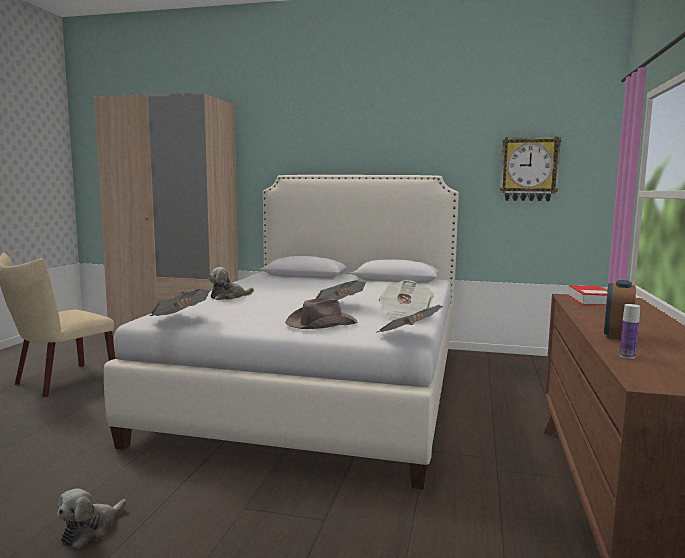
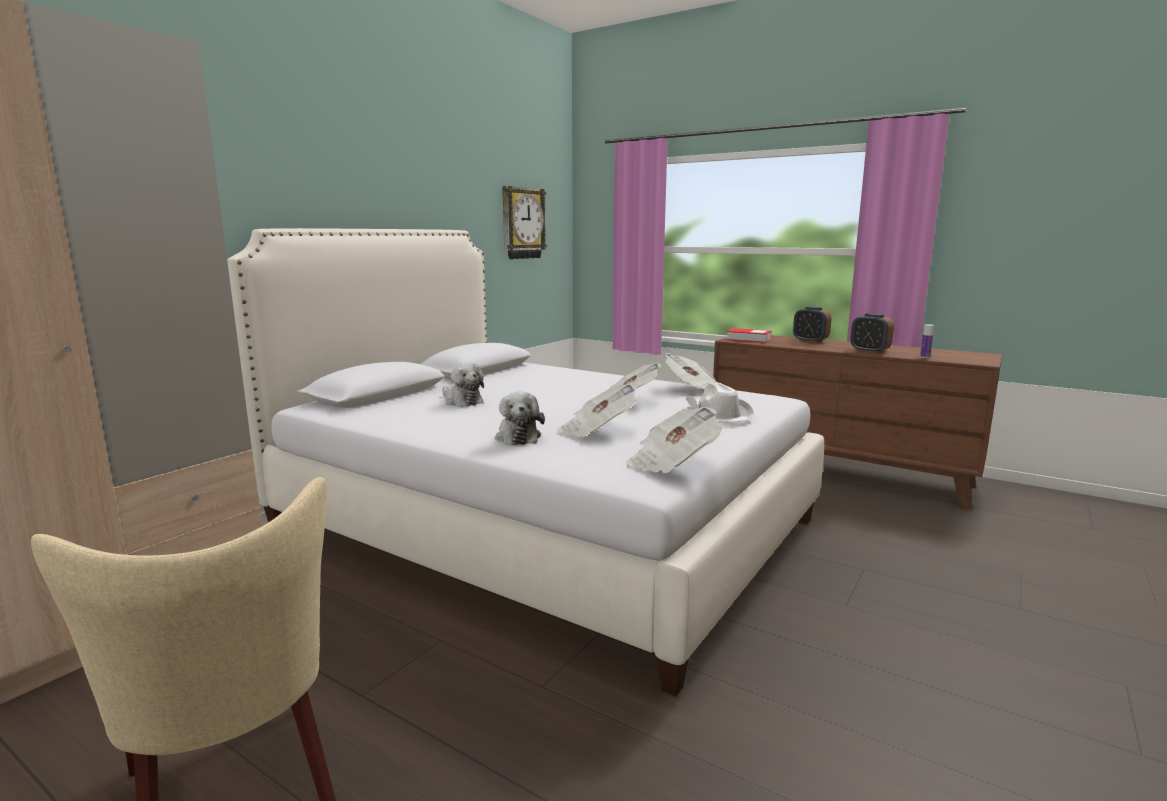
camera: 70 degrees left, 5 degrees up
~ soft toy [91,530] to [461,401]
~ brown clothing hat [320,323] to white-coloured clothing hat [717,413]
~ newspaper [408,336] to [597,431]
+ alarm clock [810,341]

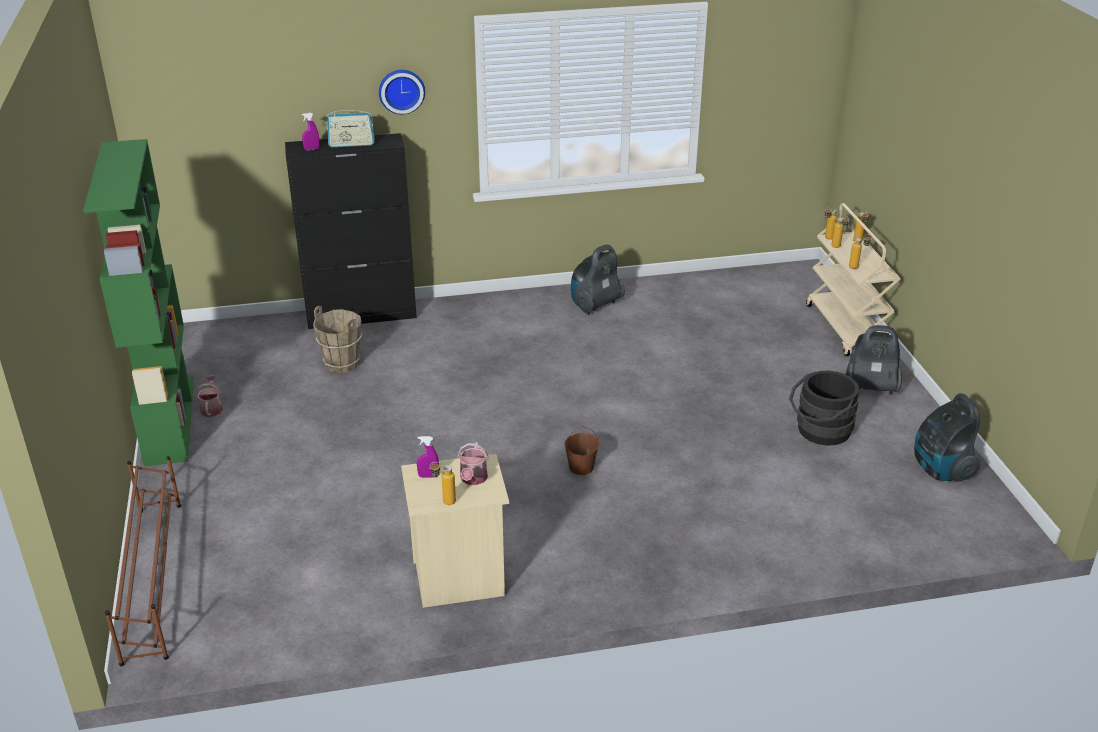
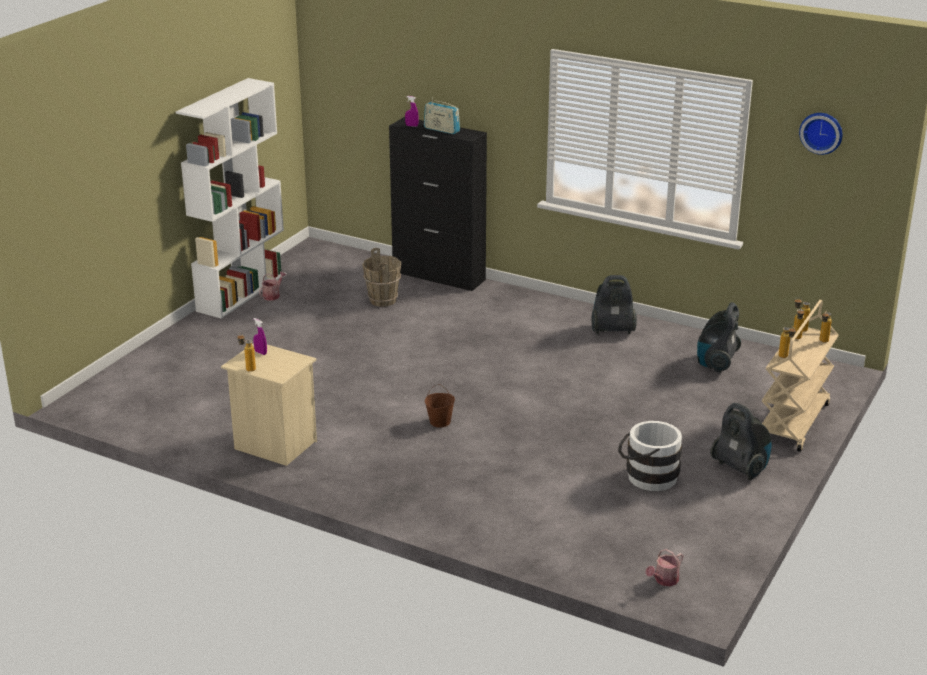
camera: 40 degrees right, 5 degrees down
~ green-coloured bookcase [169,419] to white-coloured bookcase [242,292]
- brown shoe stand [153,578]
~ wall clock [401,90] to [821,132]
~ watering can [473,479] to [664,580]
~ black-coloured bucket [819,431] to white-coloured bucket [647,477]
~ hoover [940,470] to [716,363]

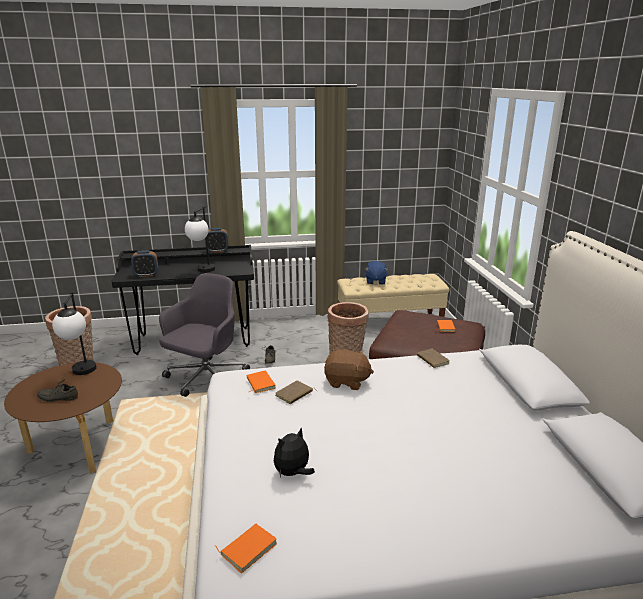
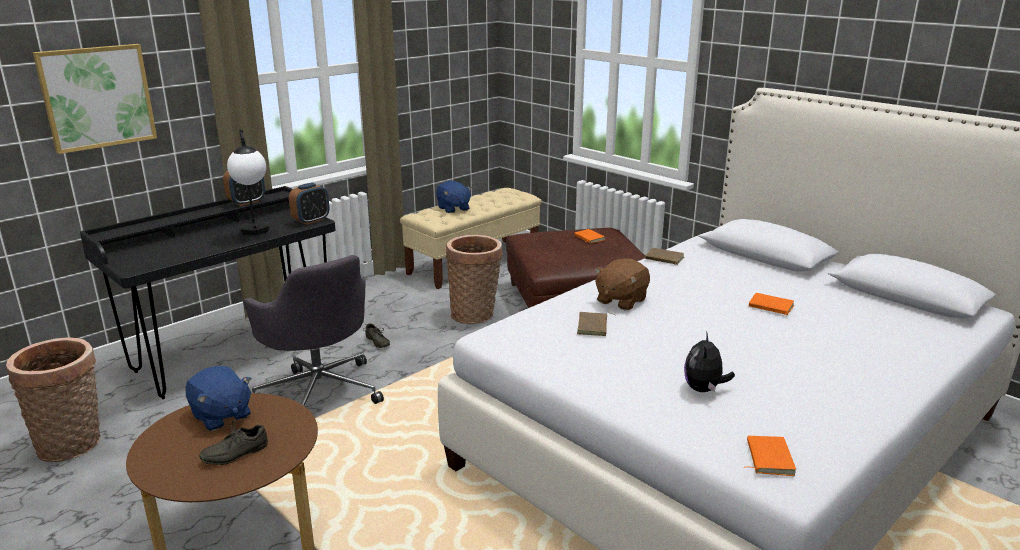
camera: 35 degrees left, 0 degrees up
~ lamp for a table [82,374] to blue-coloured soft toy [221,416]
~ alarm clock [146,275] to [311,220]
~ gray computer chair [206,379] = [320,391] 150 degrees clockwise
~ orange bound book [259,383] to [770,307]
~ brown soft toy [347,382] = [620,300] 150 degrees clockwise
+ wall art [97,97]

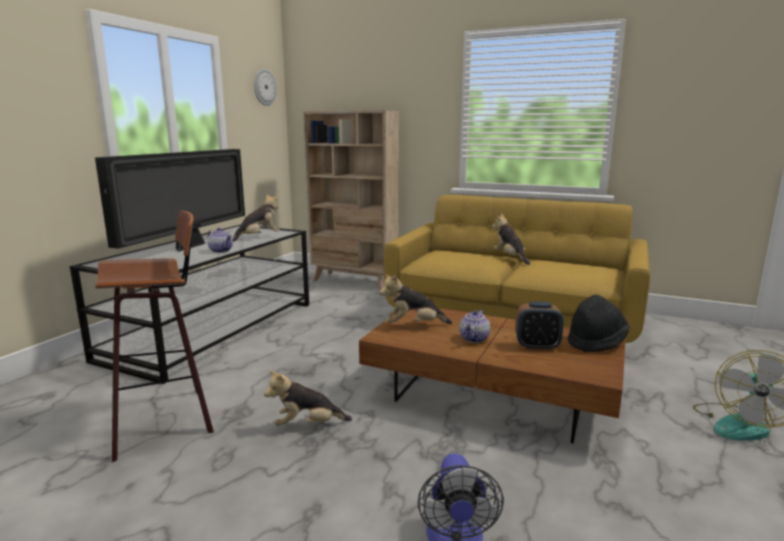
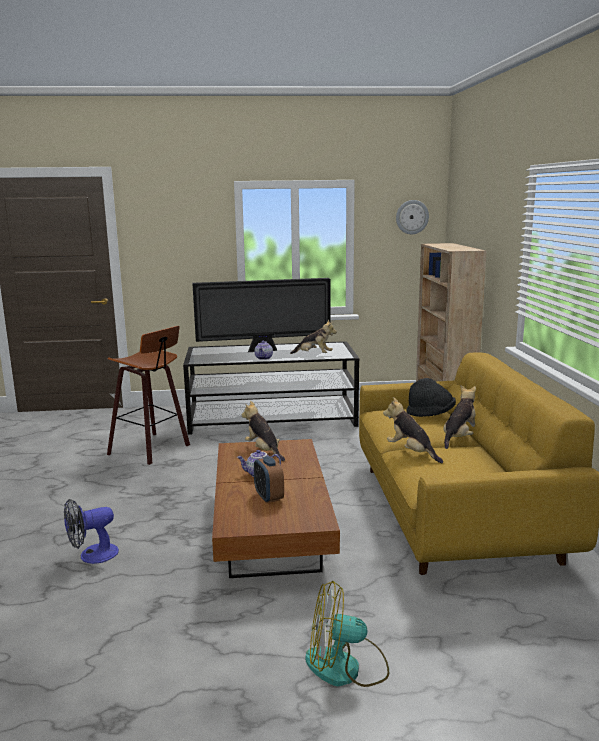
camera: 60 degrees right, 0 degrees up
~ soft toy [307,425] to [411,452]
~ black-coloured clothing hat [596,342] to [431,415]

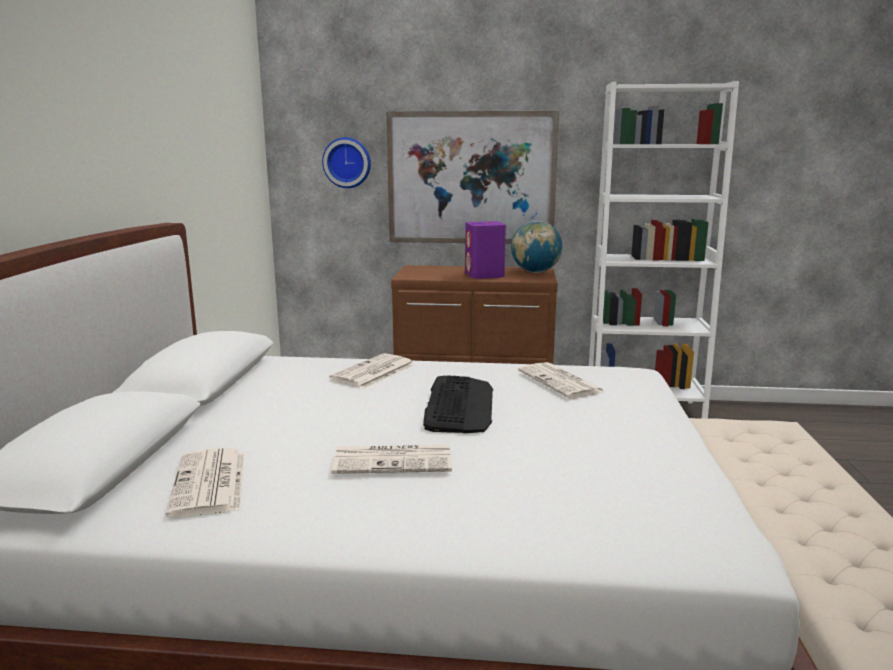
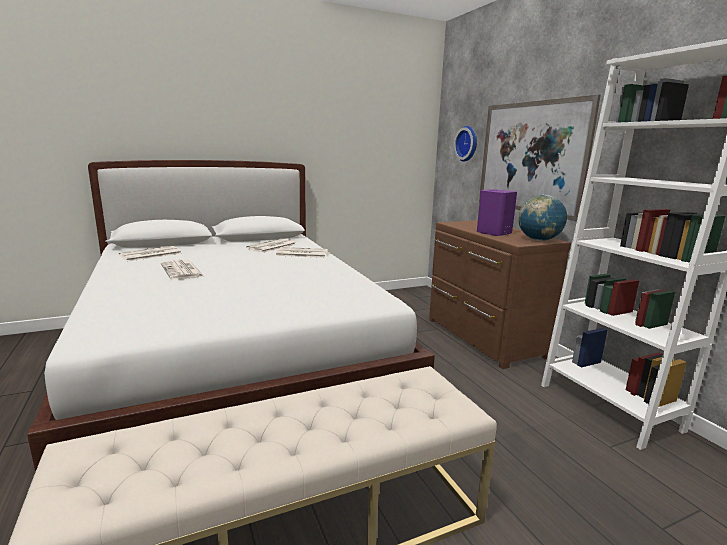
camera: 60 degrees right, 0 degrees up
- keyboard [459,405]
~ newspaper [561,382] to [272,246]

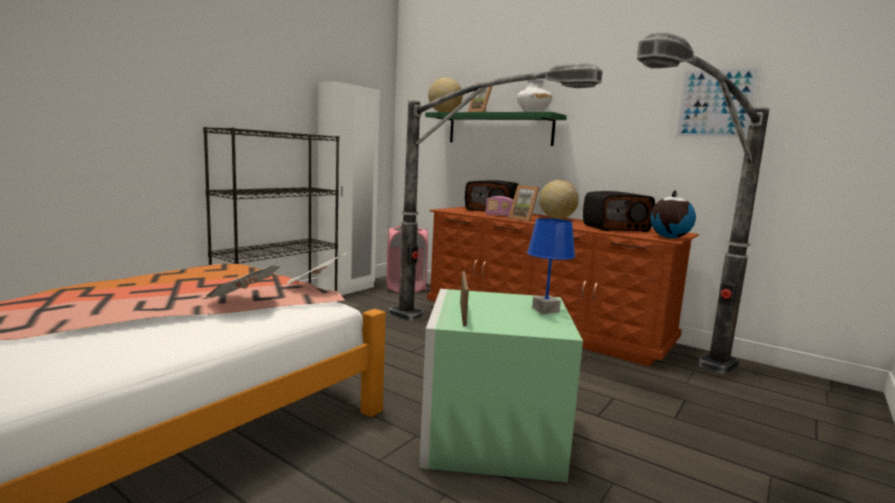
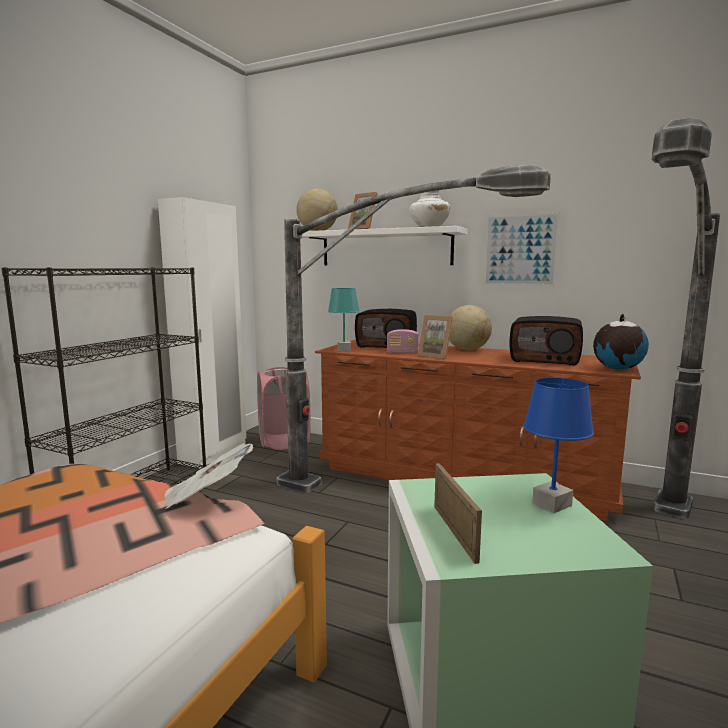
camera: 10 degrees left, 0 degrees up
- newspaper [242,301]
~ green-coloured wall shelf [499,129] to white-coloured wall shelf [385,248]
~ radio set [615,228] = [545,359] 45 degrees clockwise
~ wall art [715,103] to [520,250]
+ turquoise lamp for a table [344,350]

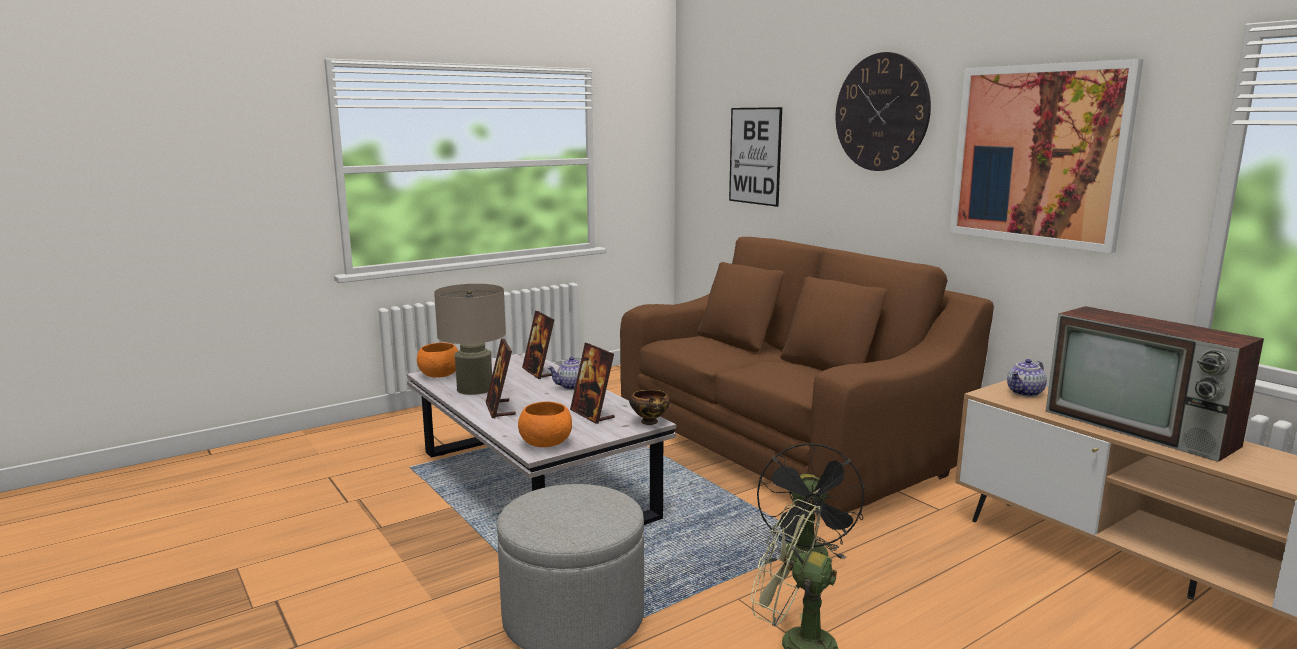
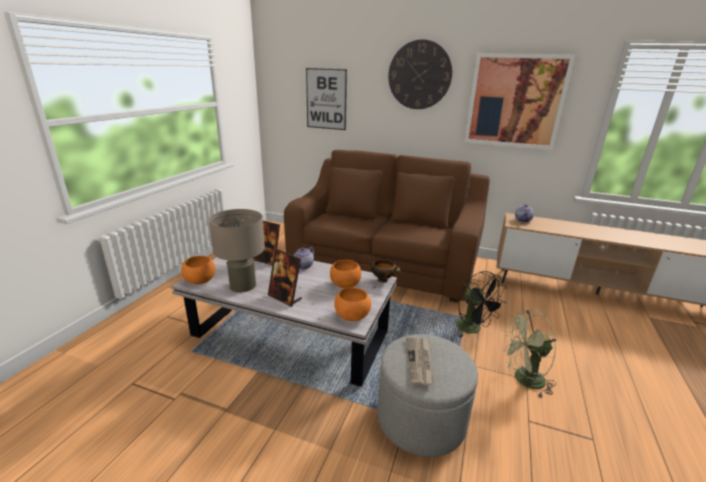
camera: 35 degrees left, 10 degrees up
~ picture frame [592,414] to orange deep dish [345,284]
- TV [1142,429]
+ newspaper [420,361]

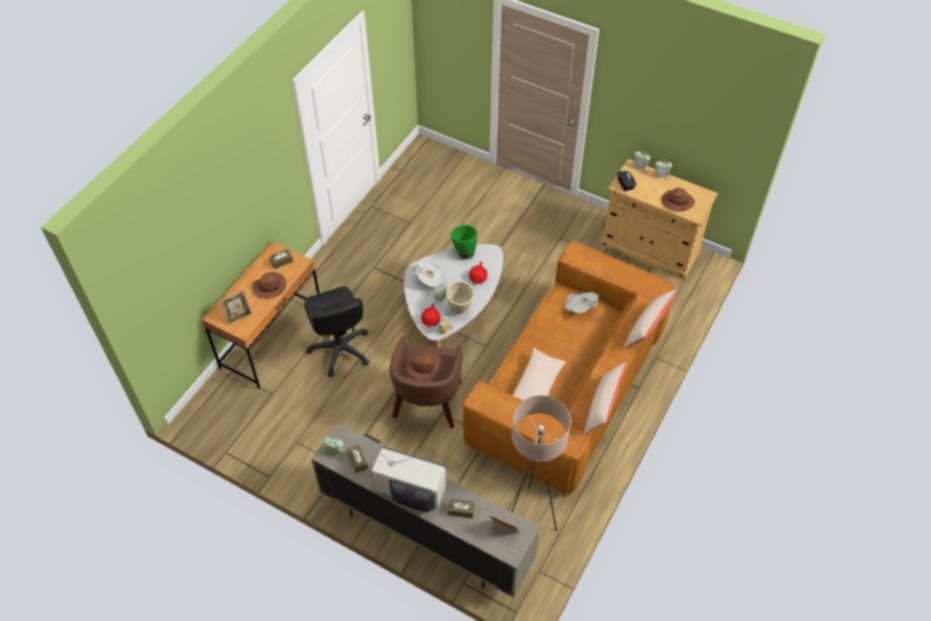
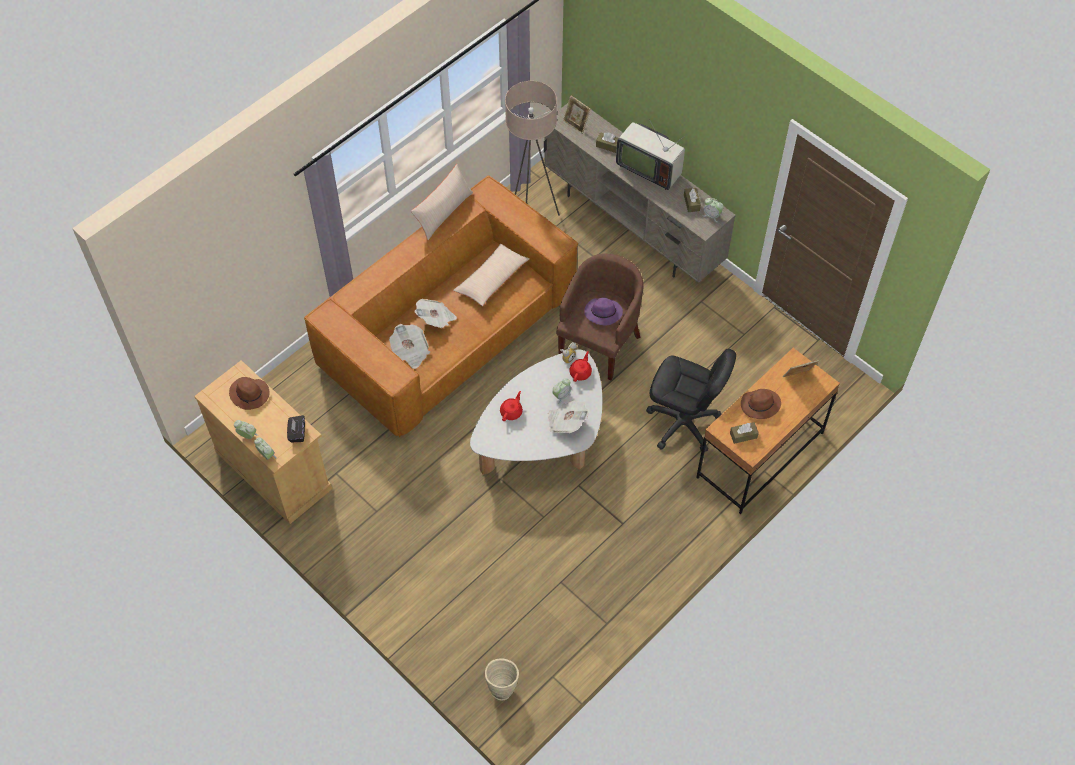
camera: 165 degrees left, 5 degrees up
~ black-coloured computer chair [340,350] = [683,423] 120 degrees clockwise
~ brown clothing hat [424,367] to purplish clothing hat [602,313]
~ beige-coloured decorative vase [460,311] to [502,686]
- green-coloured decorative vase [463,253]
- beige-coloured cushion [647,328]
+ newspaper [436,319]

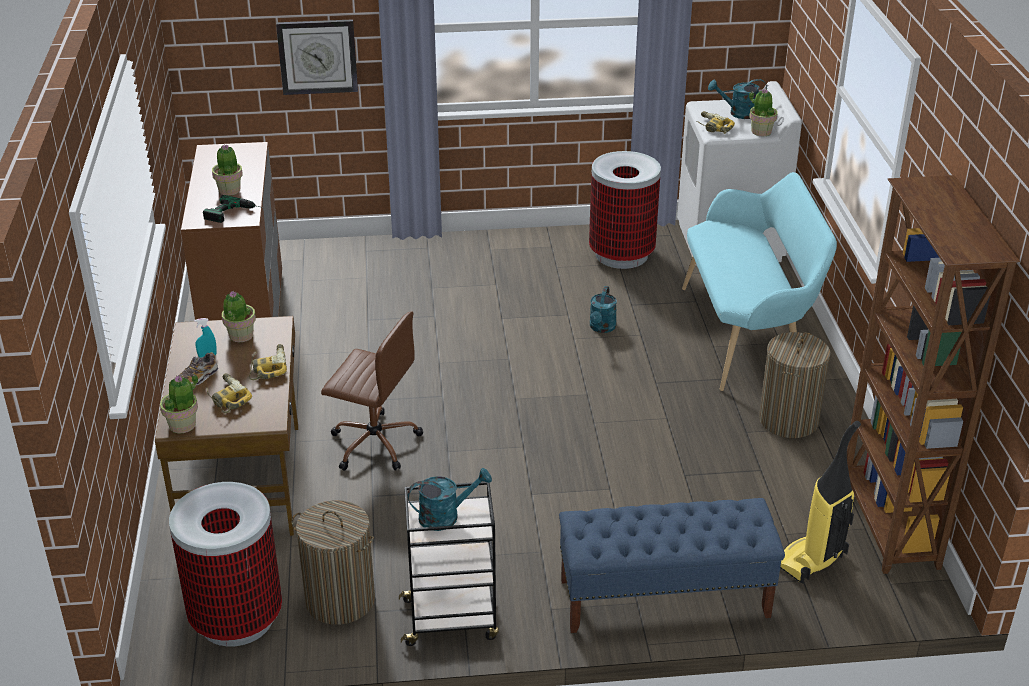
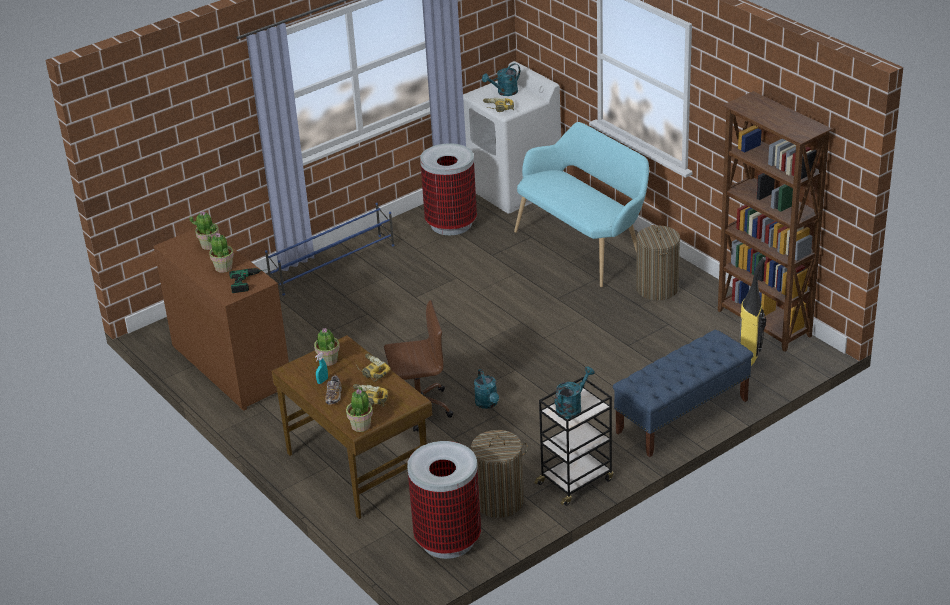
camera: 30 degrees left, 0 degrees up
- wall clock [317,56]
~ turquoise watering can [601,328] to [488,404]
~ potted plant [761,131] to [209,245]
+ blue-coloured shoe stand [333,264]

